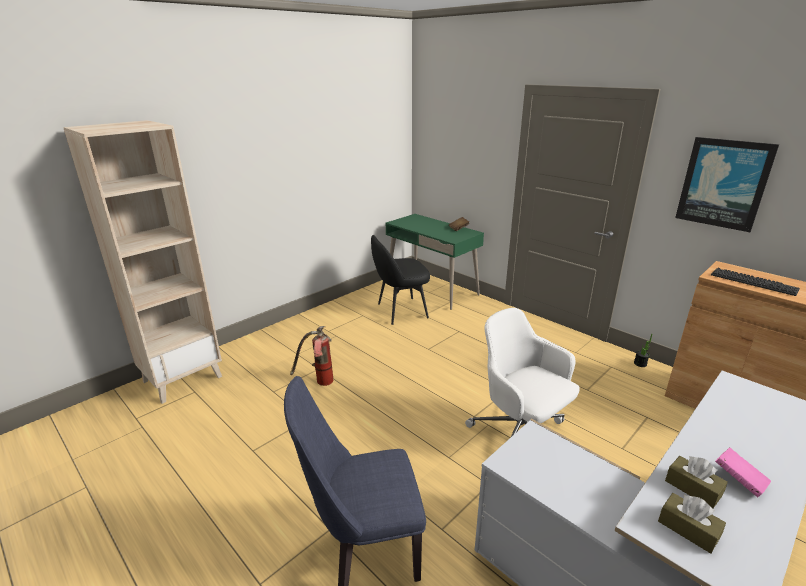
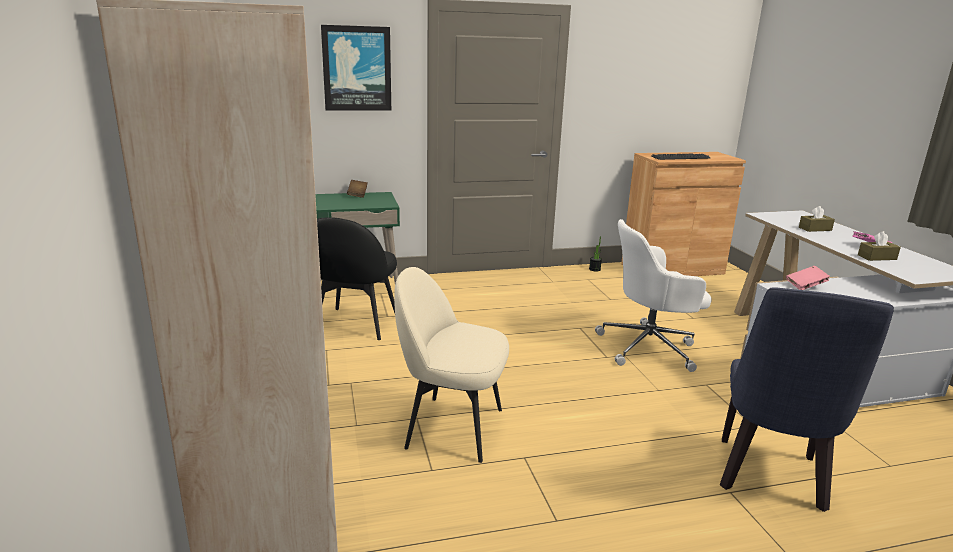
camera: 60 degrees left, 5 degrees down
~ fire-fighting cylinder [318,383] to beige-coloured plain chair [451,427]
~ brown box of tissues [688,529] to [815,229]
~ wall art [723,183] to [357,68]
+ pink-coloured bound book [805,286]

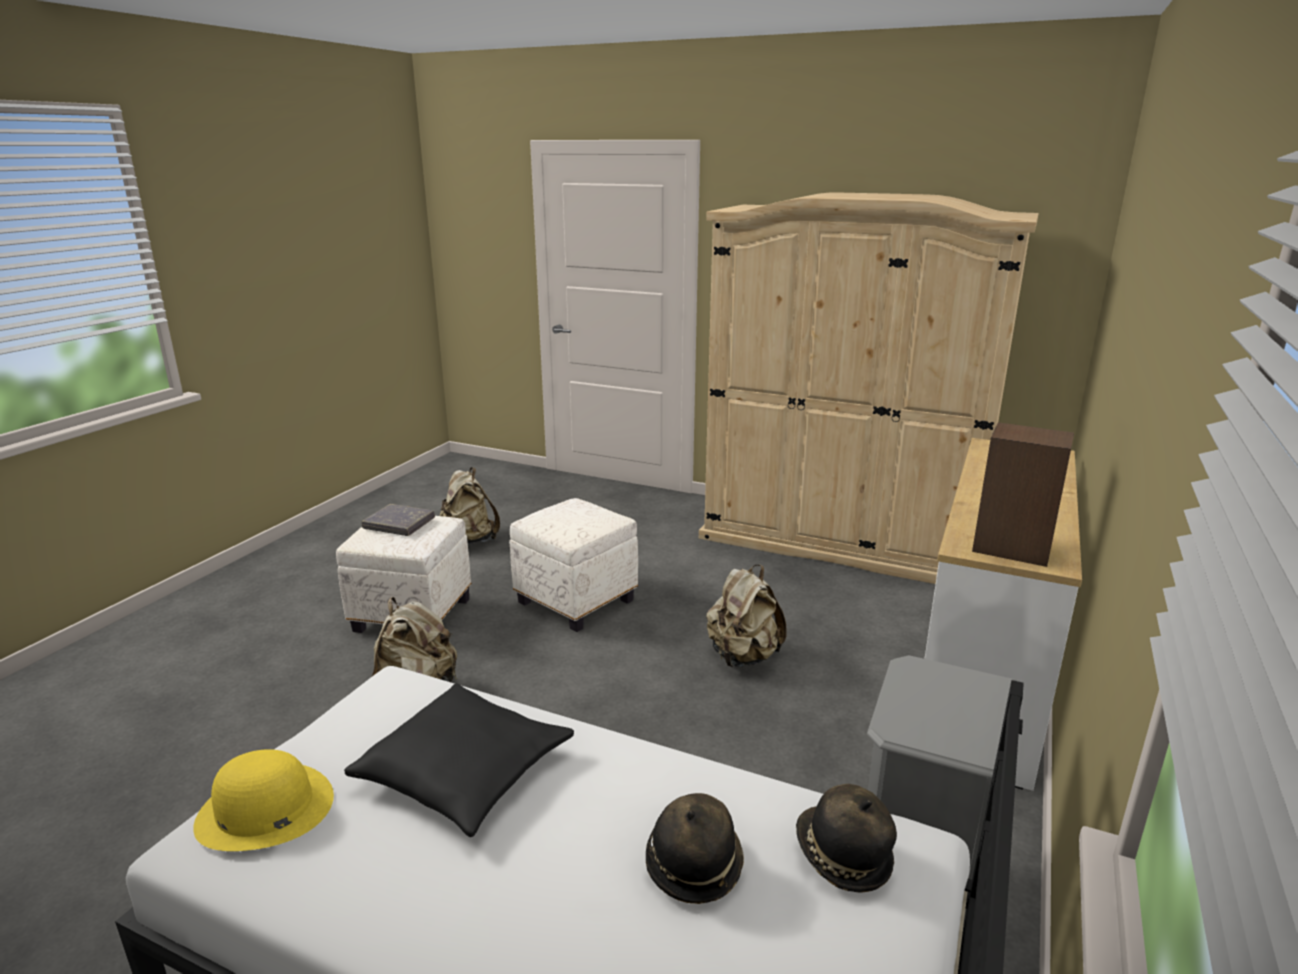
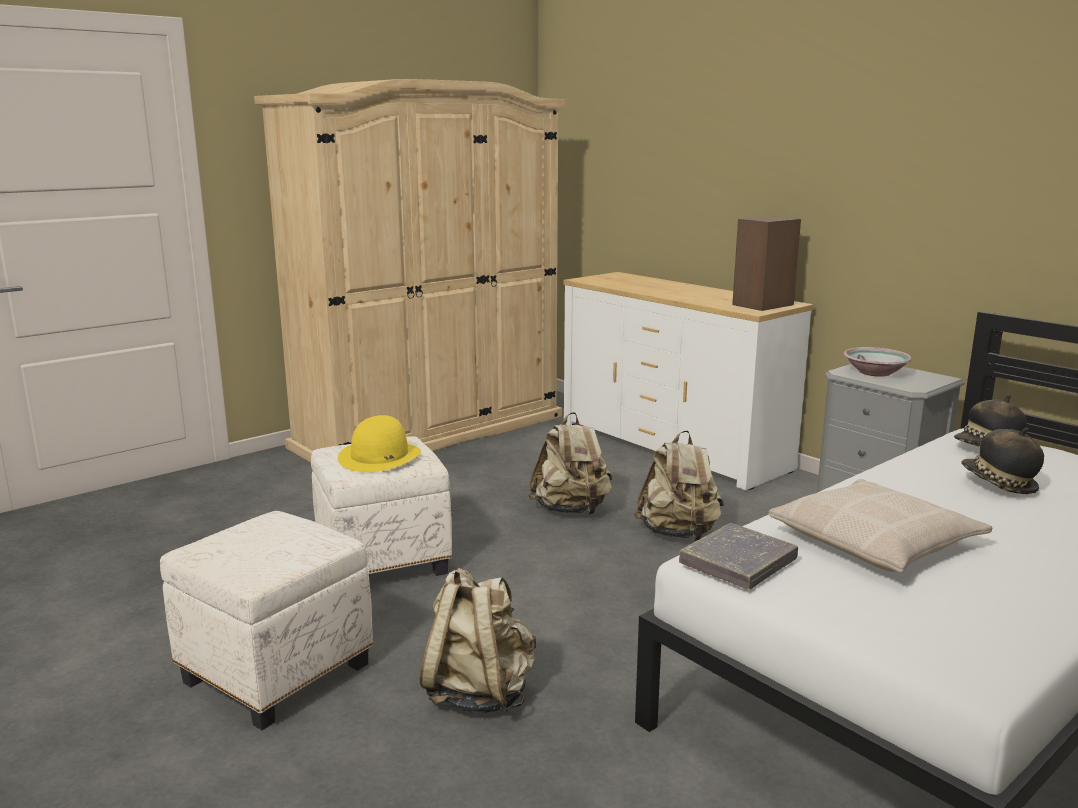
camera: 65 degrees left, 5 degrees down
~ yellowish clothing hat [264,809] to [380,456]
~ black-coloured cushion [465,771] to beige-coloured cushion [875,542]
~ gray bound book [399,524] to [738,562]
~ beige-coloured backpack [469,540] to [678,534]
+ deep dish [875,373]

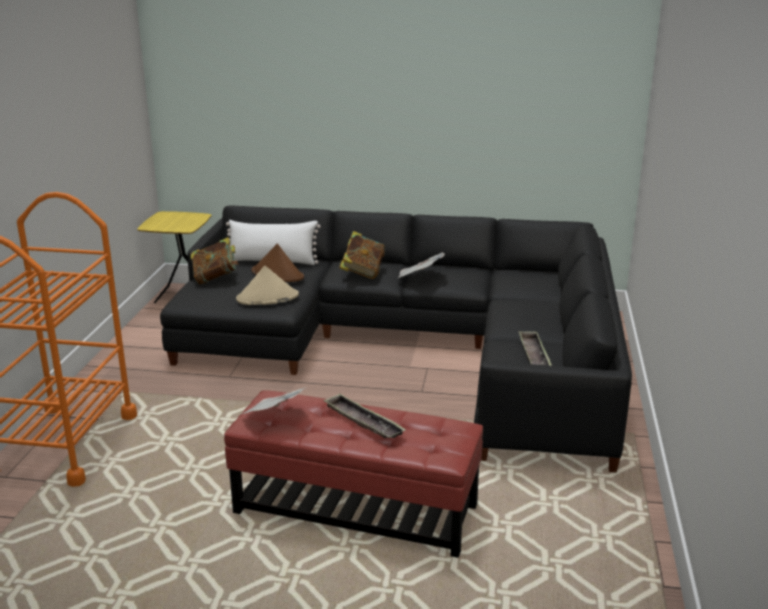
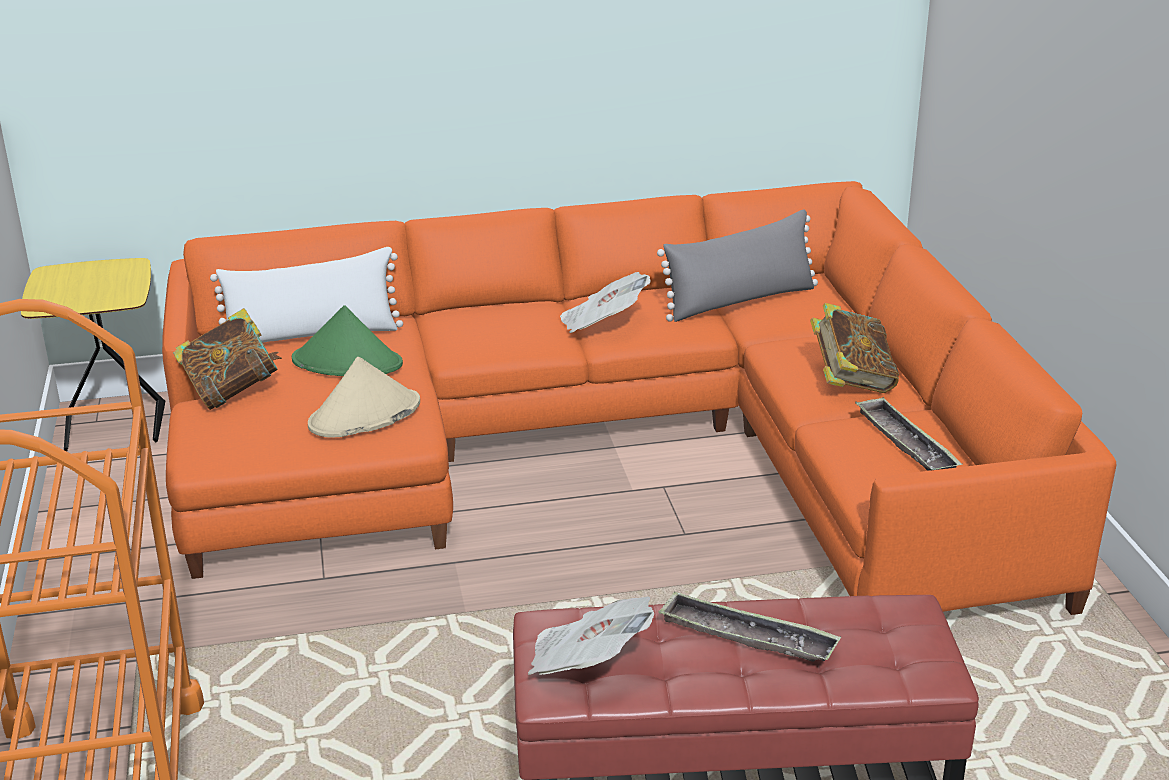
camera: 20 degrees left, 5 degrees up
~ black-coloured couch [414,346] to orange couch [613,449]
~ brown clothing hat [278,274] to green-coloured clothing hat [348,362]
~ bound book [362,272] to [851,381]
+ gray cushion [740,301]

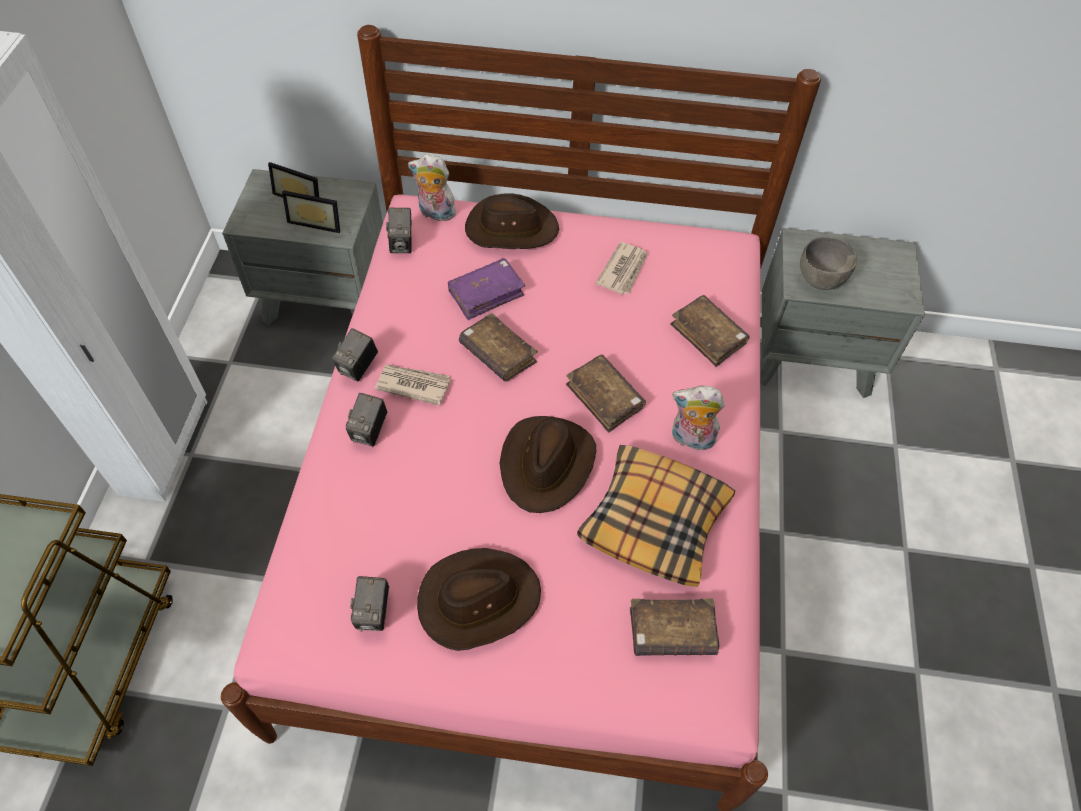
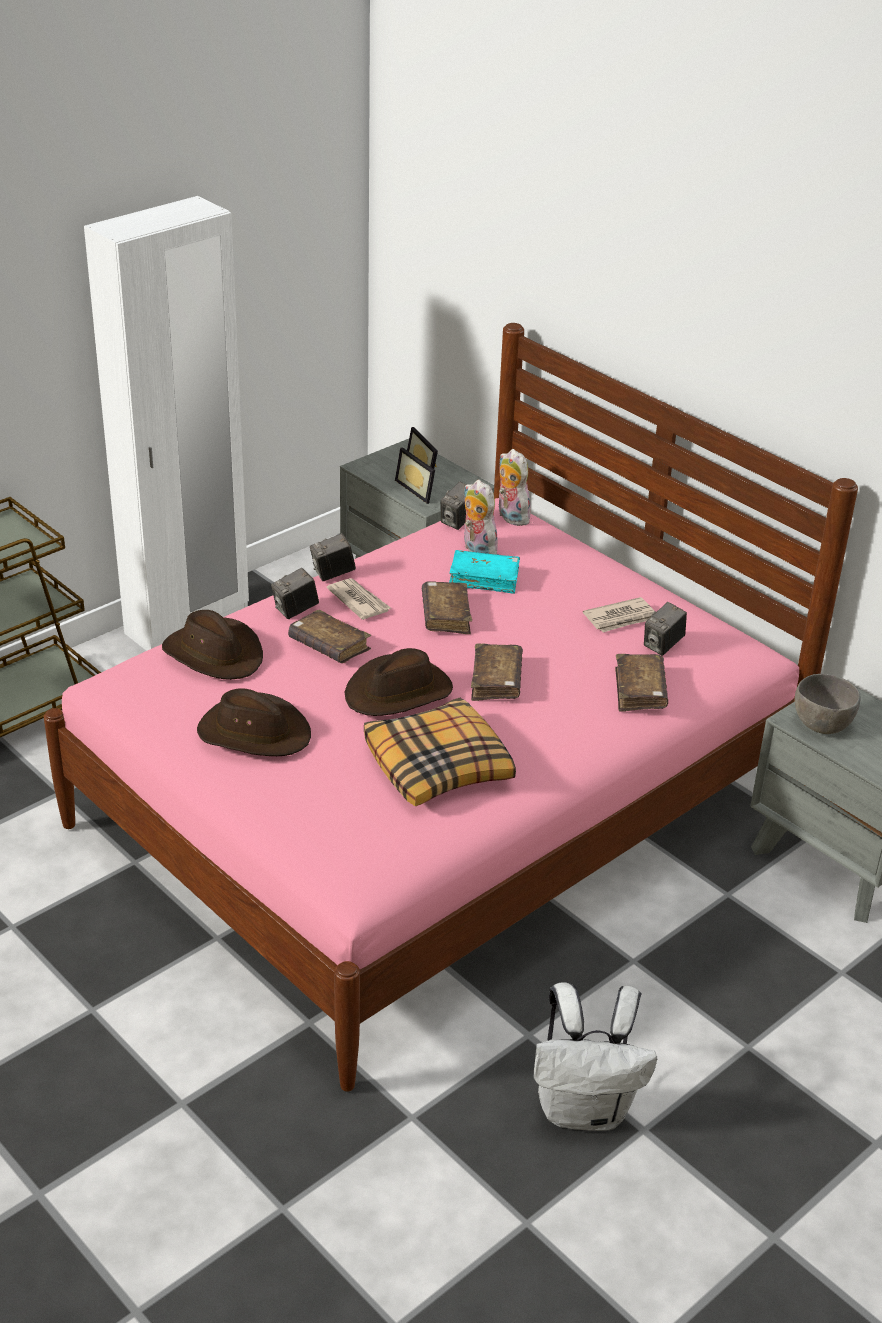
camera: 40 degrees right, 20 degrees down
~ photo camera [374,612] to [663,645]
~ purplish bound book [486,294] to turquoise bound book [484,579]
~ brown clothing hat [511,228] to [214,653]
~ brown bound book [672,632] to [329,646]
~ soft toy [691,439] to [476,549]
+ white-coloured backpack [585,1109]

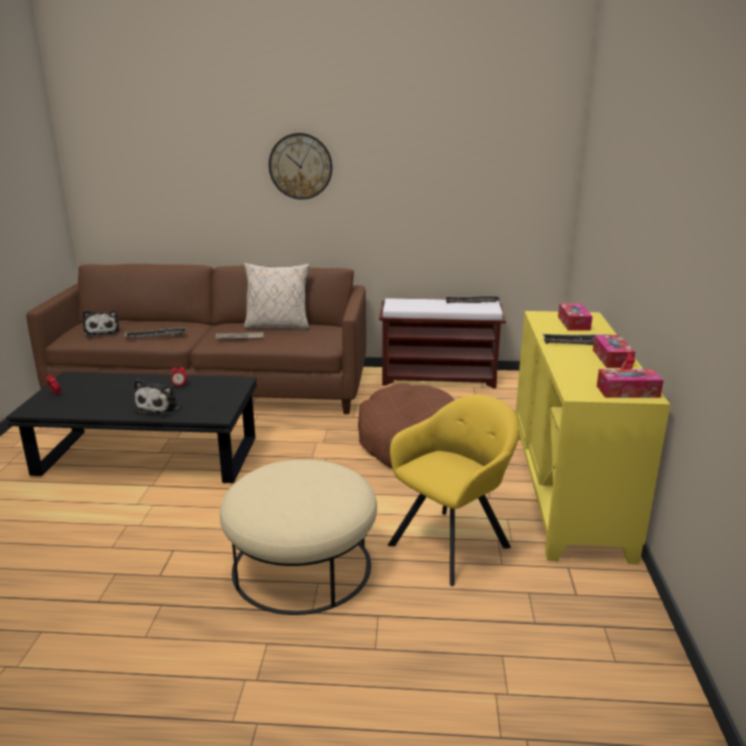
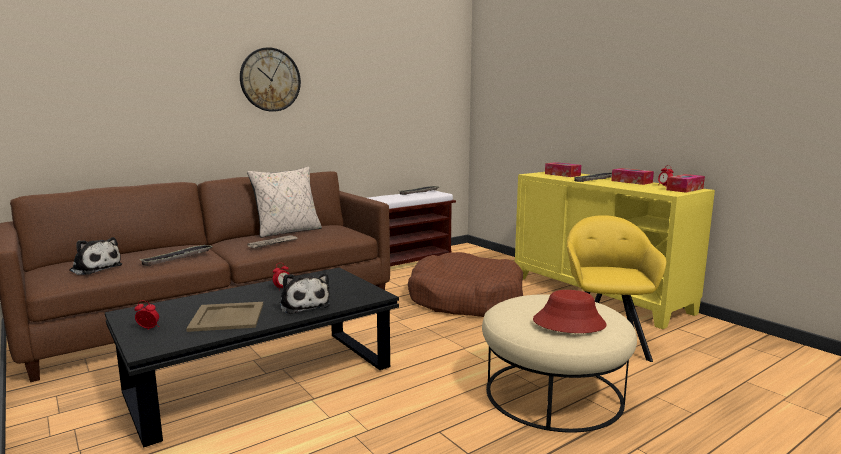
camera: 40 degrees left, 10 degrees down
+ beige-coloured tray [228,317]
+ red-coloured clothing hat [569,323]

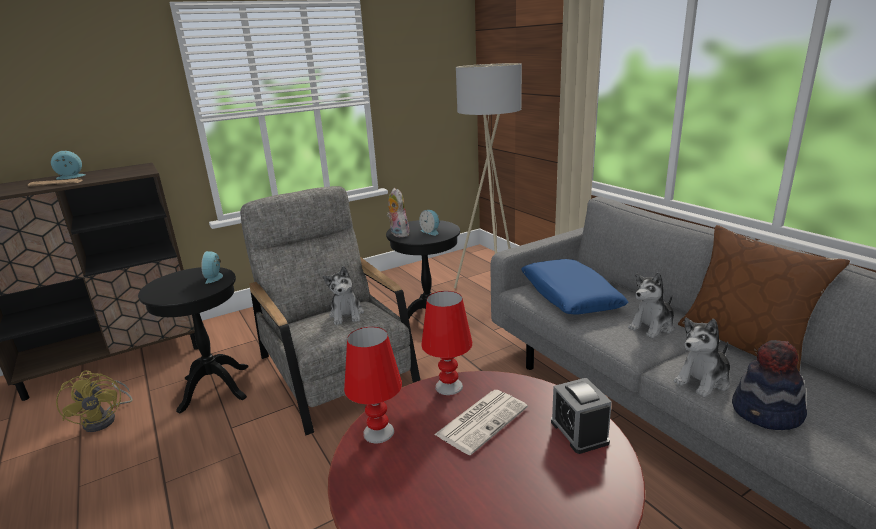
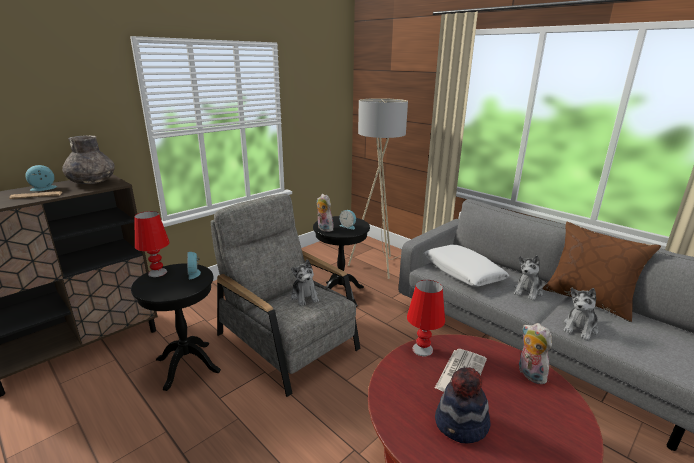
camera: 15 degrees left, 0 degrees up
- yellowish cooling fan [106,418]
~ red-coloured lamp for a table [378,432] to [157,273]
~ blue-coloured cushion [569,296] to white-coloured cushion [463,272]
~ alarm clock [579,432] to soft toy [529,374]
~ clothing hat [767,413] to [461,425]
+ gray decorative vase [92,182]

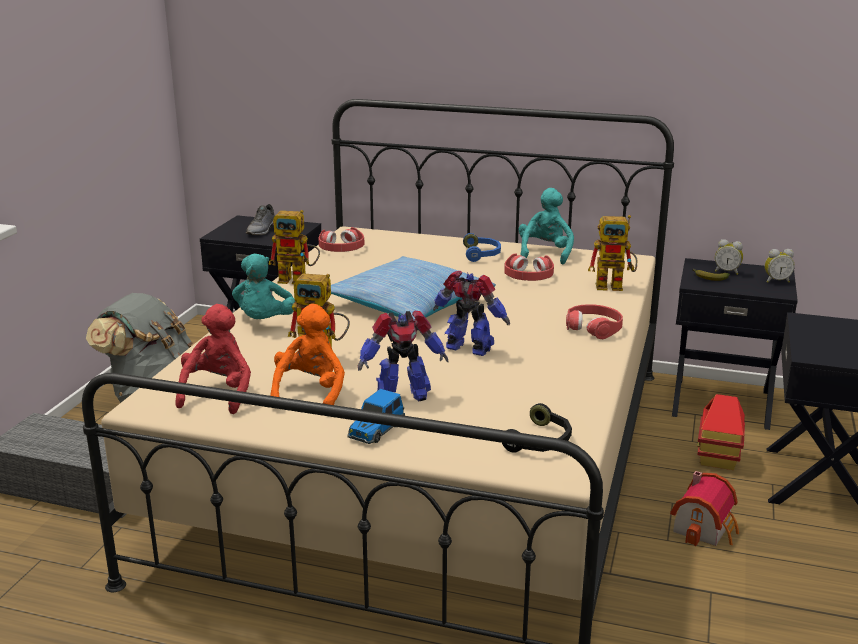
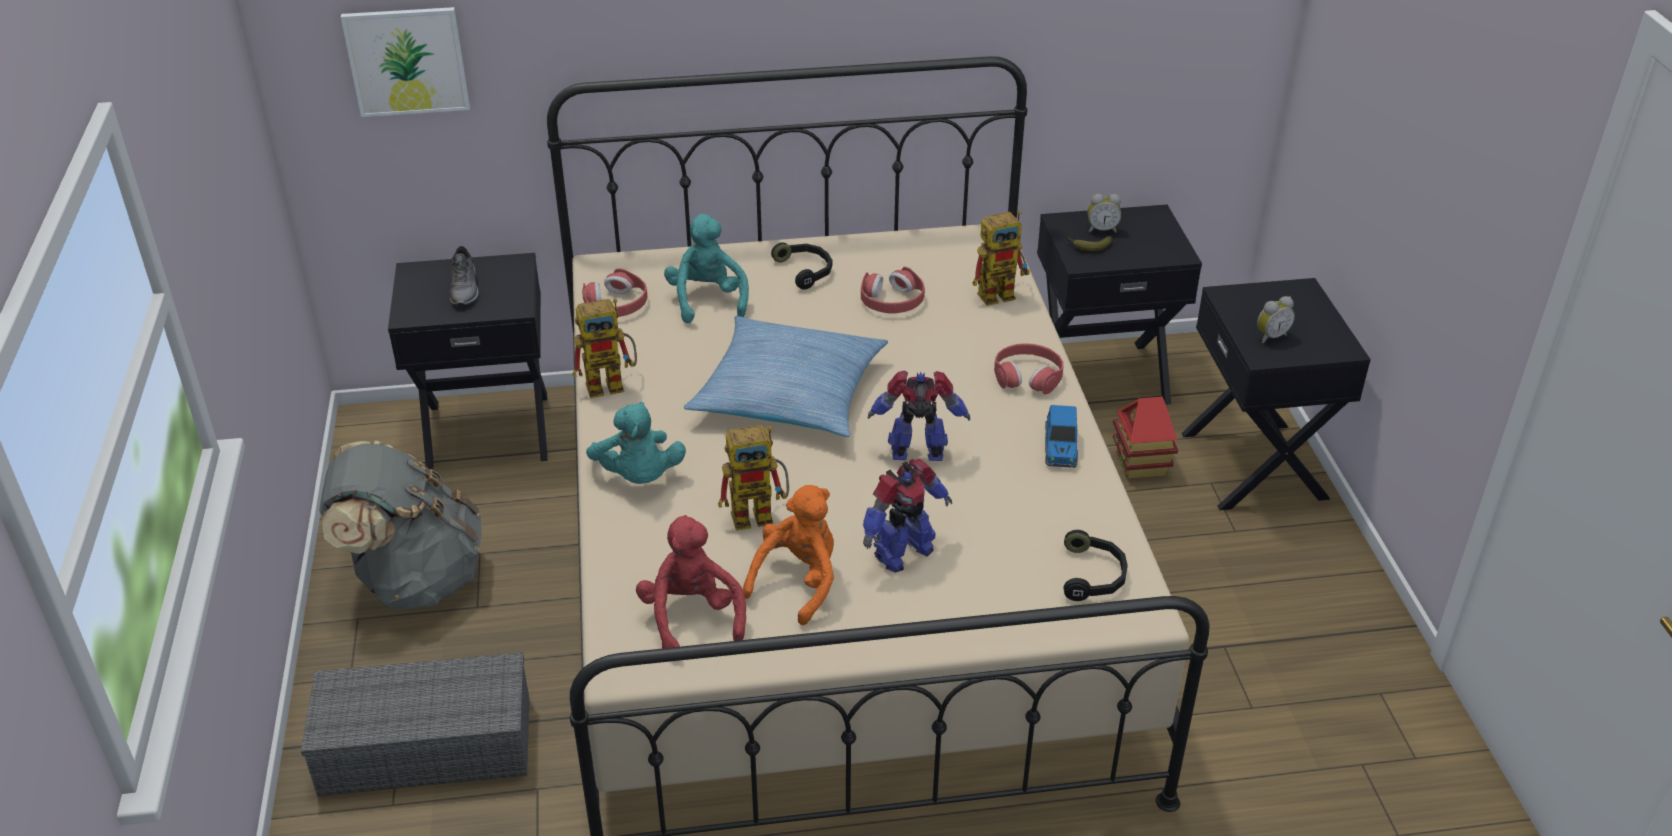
camera: 25 degrees left, 15 degrees up
~ orange soft toy [310,393] = [798,582] 45 degrees clockwise
~ toy car [375,430] to [1060,449]
~ blue-coloured pair of headphones [482,254] to black-coloured pair of headphones [806,271]
~ turquoise soft toy [545,253] to [707,300]
- model house [705,528]
~ alarm clock [776,281] to [1270,336]
+ wall art [407,61]

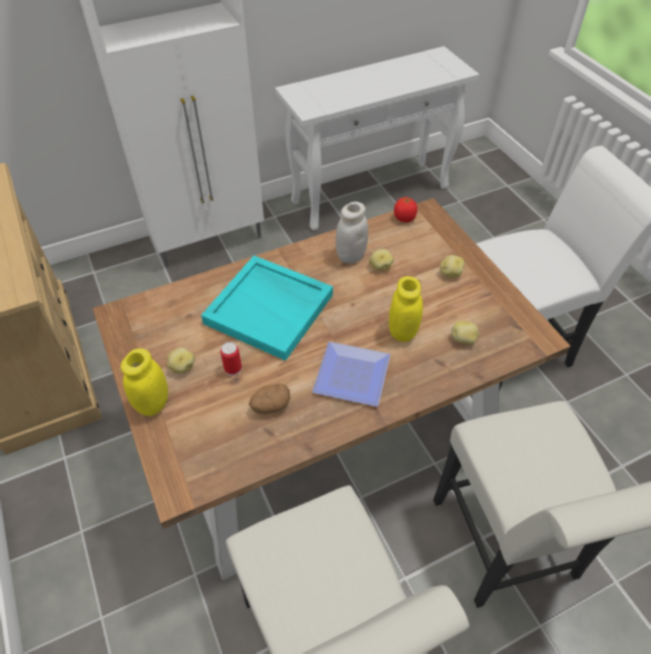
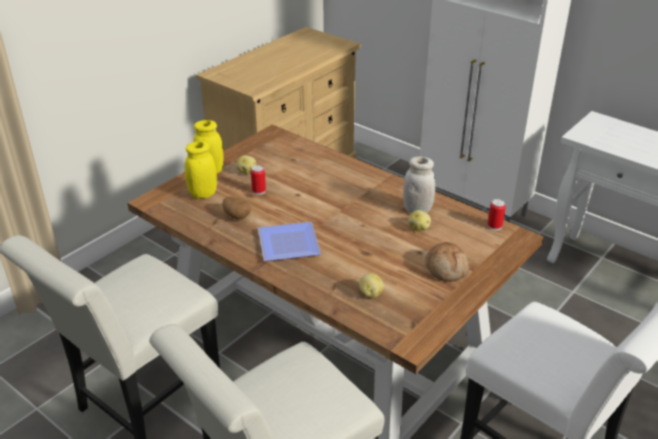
camera: 65 degrees right, 15 degrees down
- turquoise tray [270,309]
~ yellowish jar [402,332] to [203,194]
~ whole tomato [404,218] to sealed can [494,226]
~ spud [450,273] to bread [446,269]

